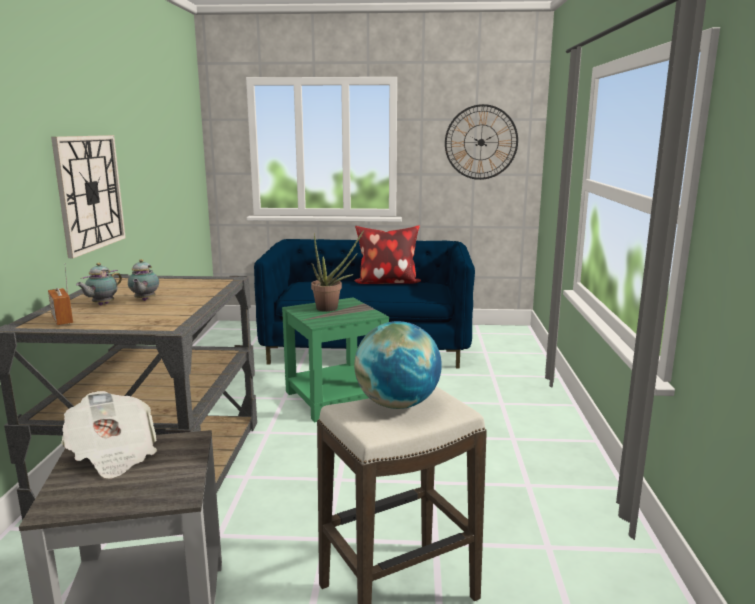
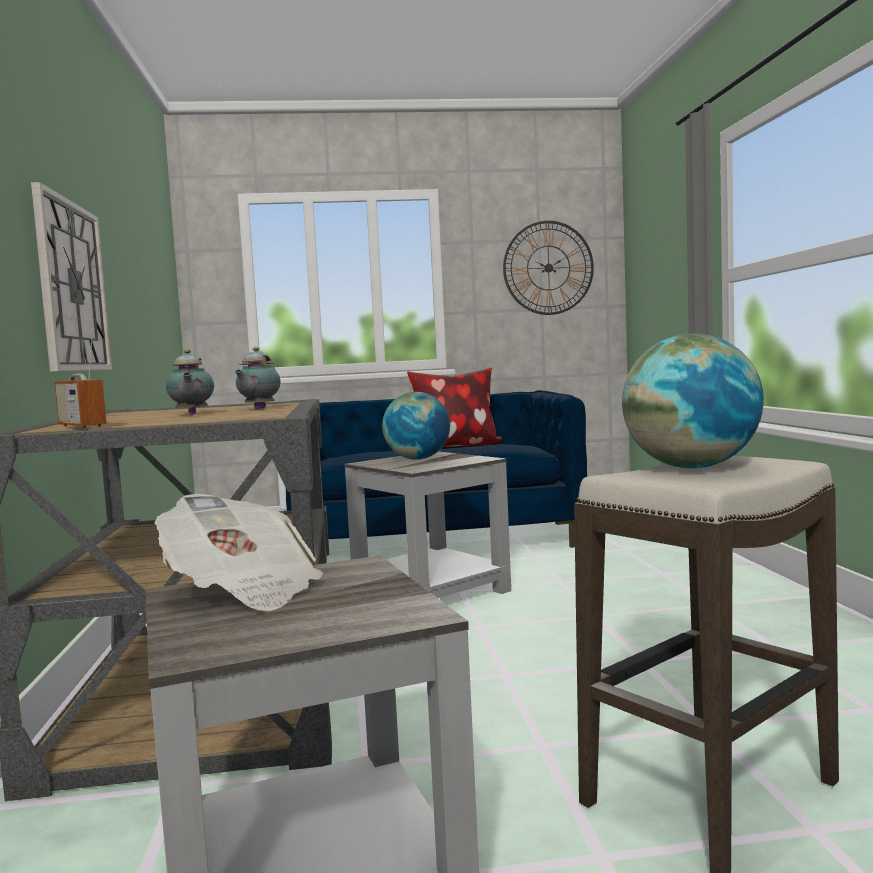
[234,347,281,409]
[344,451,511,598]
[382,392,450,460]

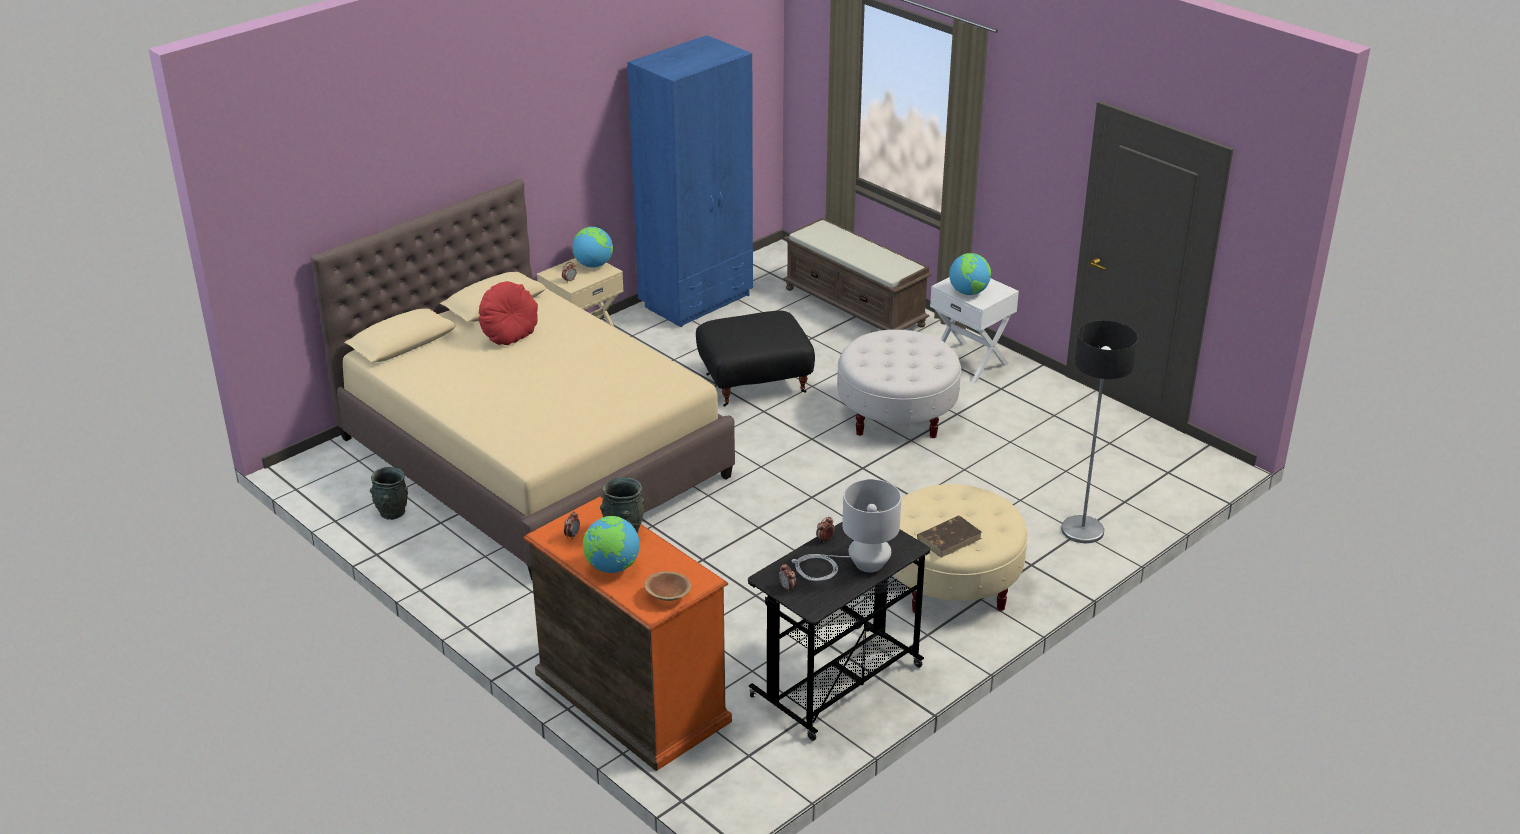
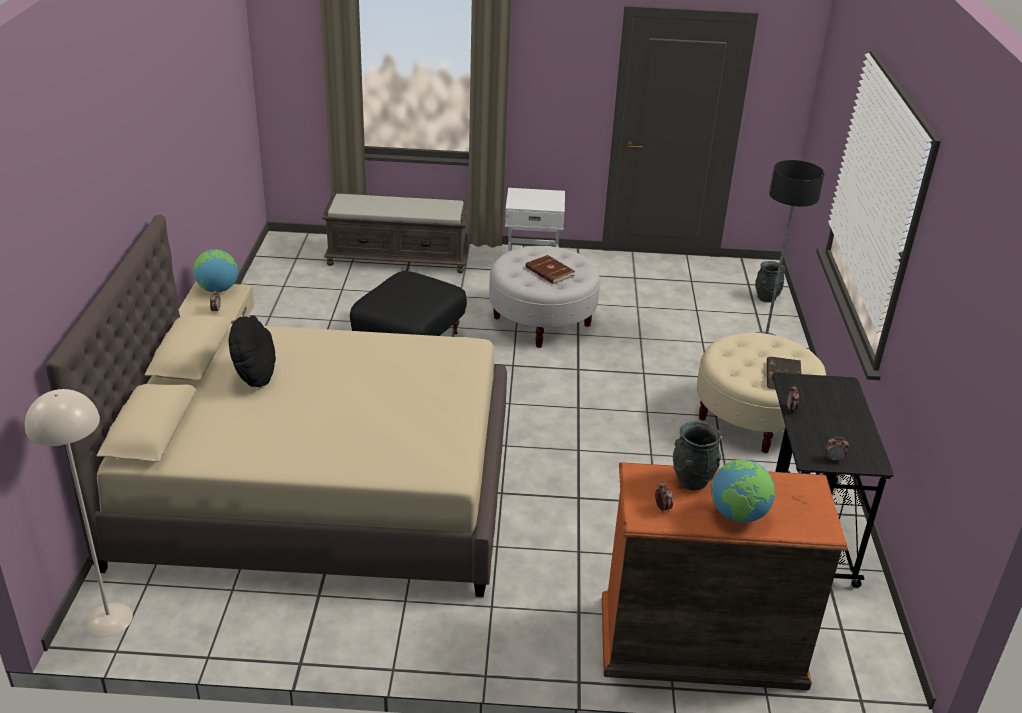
[755,261,785,302]
[229,315,276,387]
[628,35,753,327] (first image)
[644,571,691,601] (first image)
[792,479,901,581] (first image)
[949,253,991,295] (first image)
[25,389,133,637]
[525,255,575,284]

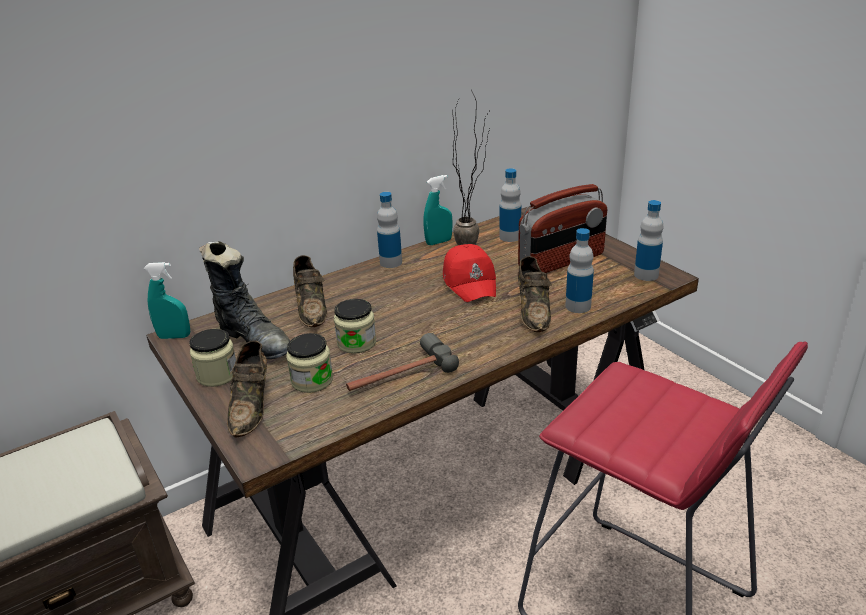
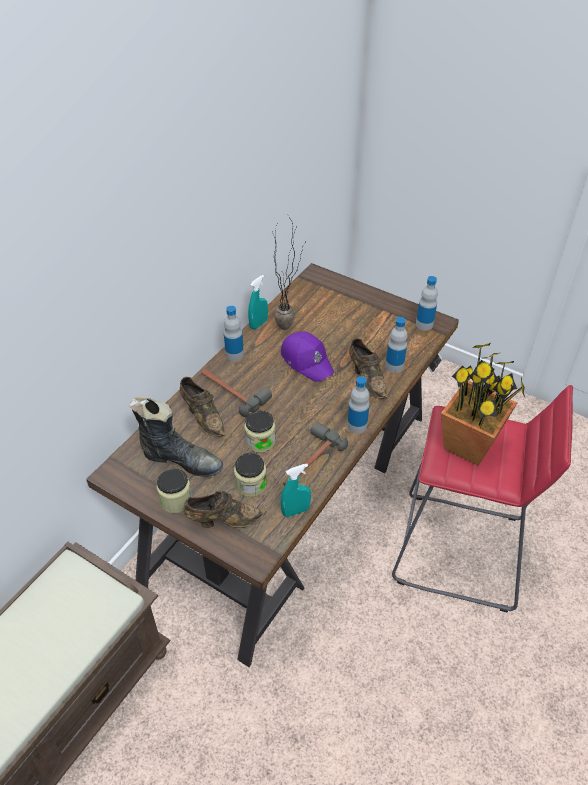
[281,464,311,517]
[183,491,267,528]
[281,331,334,382]
[347,376,370,434]
[518,184,607,273] (first image)
[202,369,272,417]
[441,343,525,466]

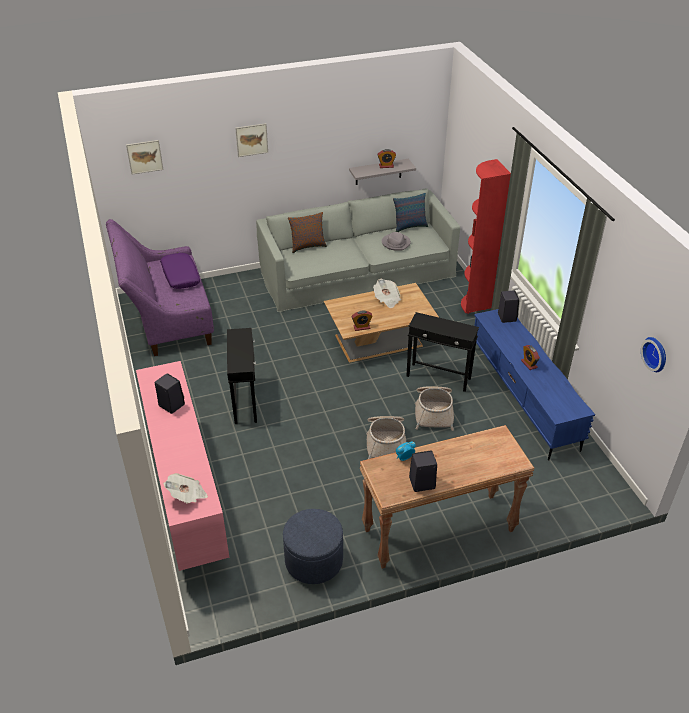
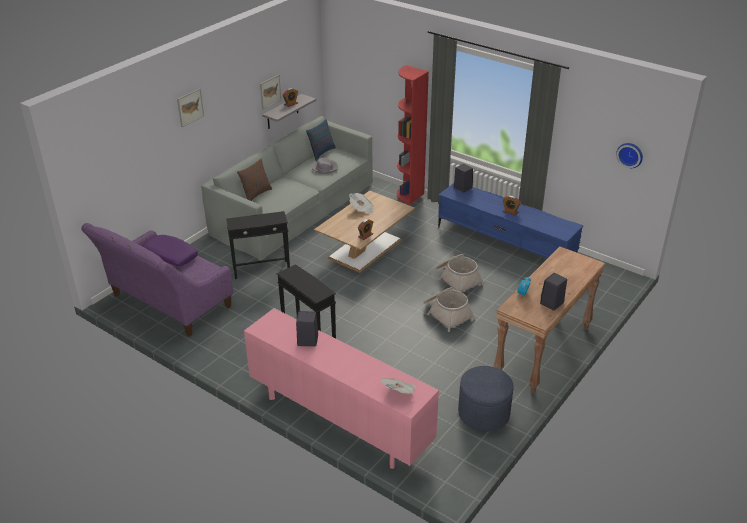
[260,75,281,110]
[226,211,290,279]

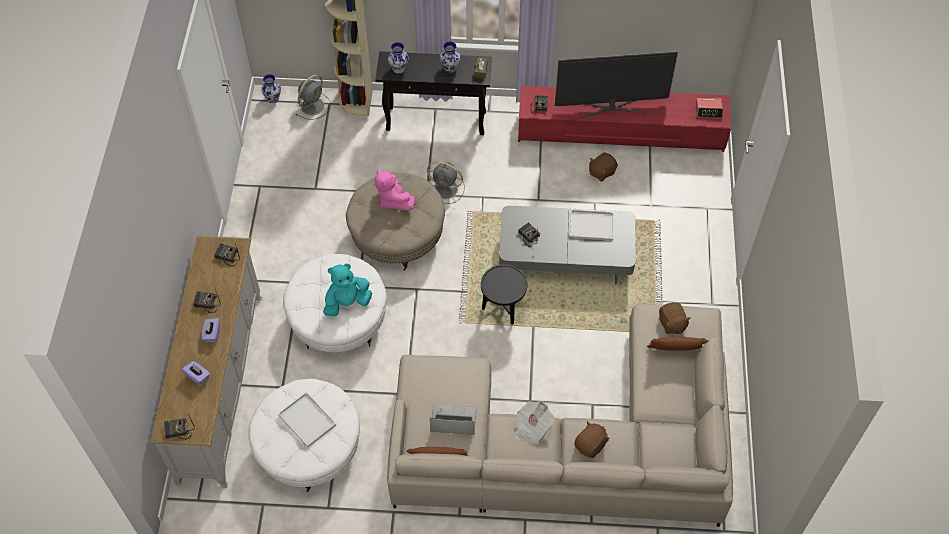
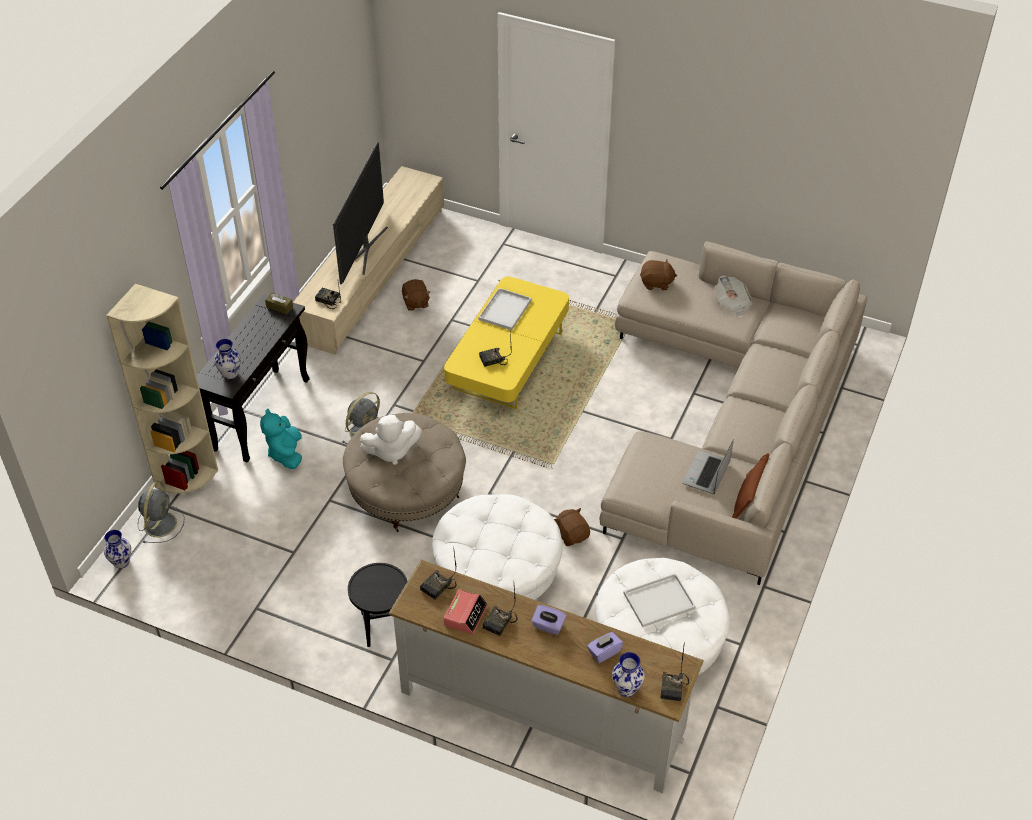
[138,481,185,543]
[260,409,302,469]
[360,415,422,465]
[612,652,645,697]
[348,563,407,647]
[444,277,569,409]
[714,275,753,318]
[293,166,444,355]
[554,508,590,546]
[647,337,708,351] (first image)
[444,589,488,634]

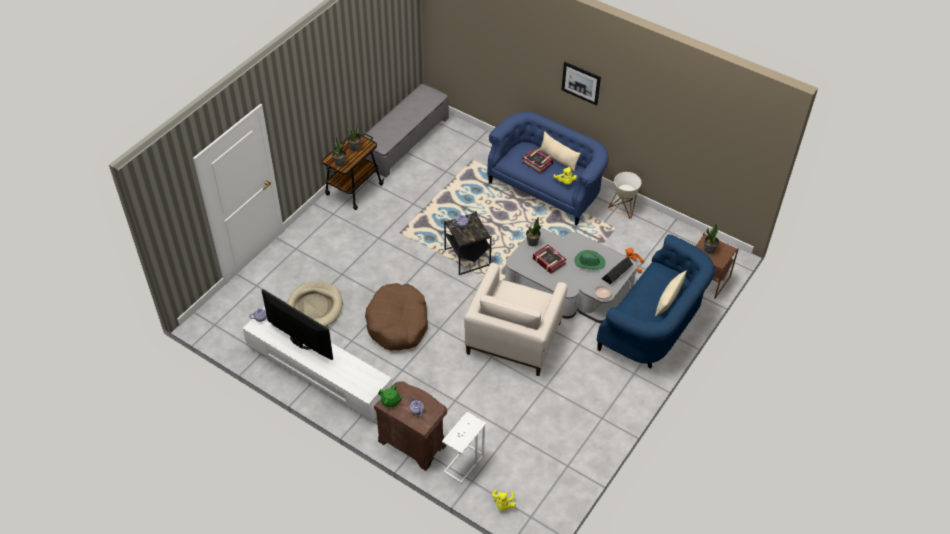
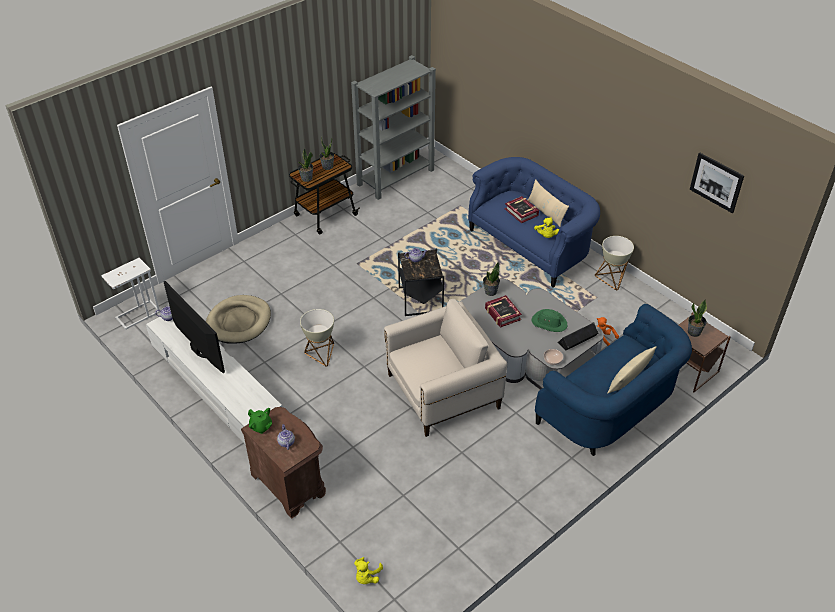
[351,55,436,200]
[300,309,334,367]
[101,258,160,330]
[384,299,507,437]
[690,152,744,213]

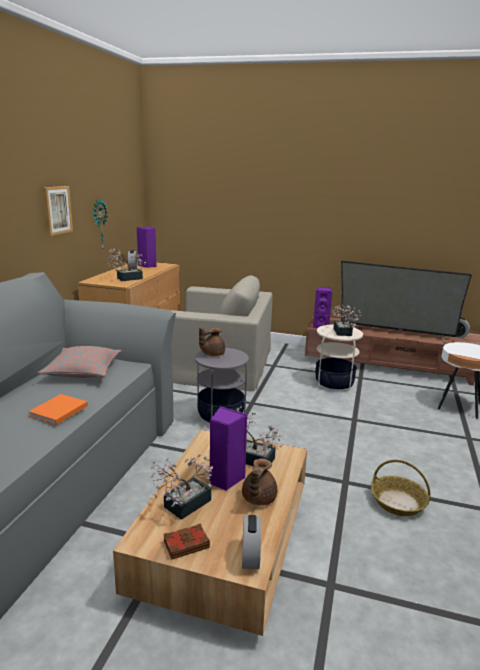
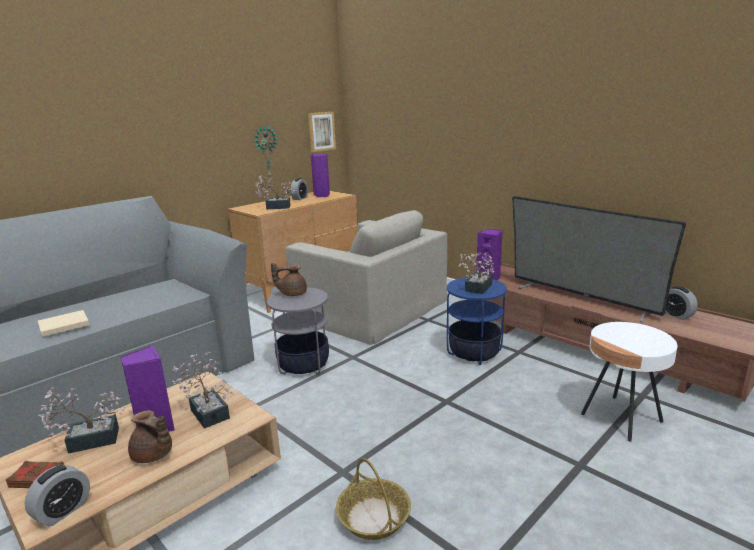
[38,310,89,337]
[38,346,122,378] (first image)
[308,112,336,152]
[128,410,172,463]
[447,277,507,365]

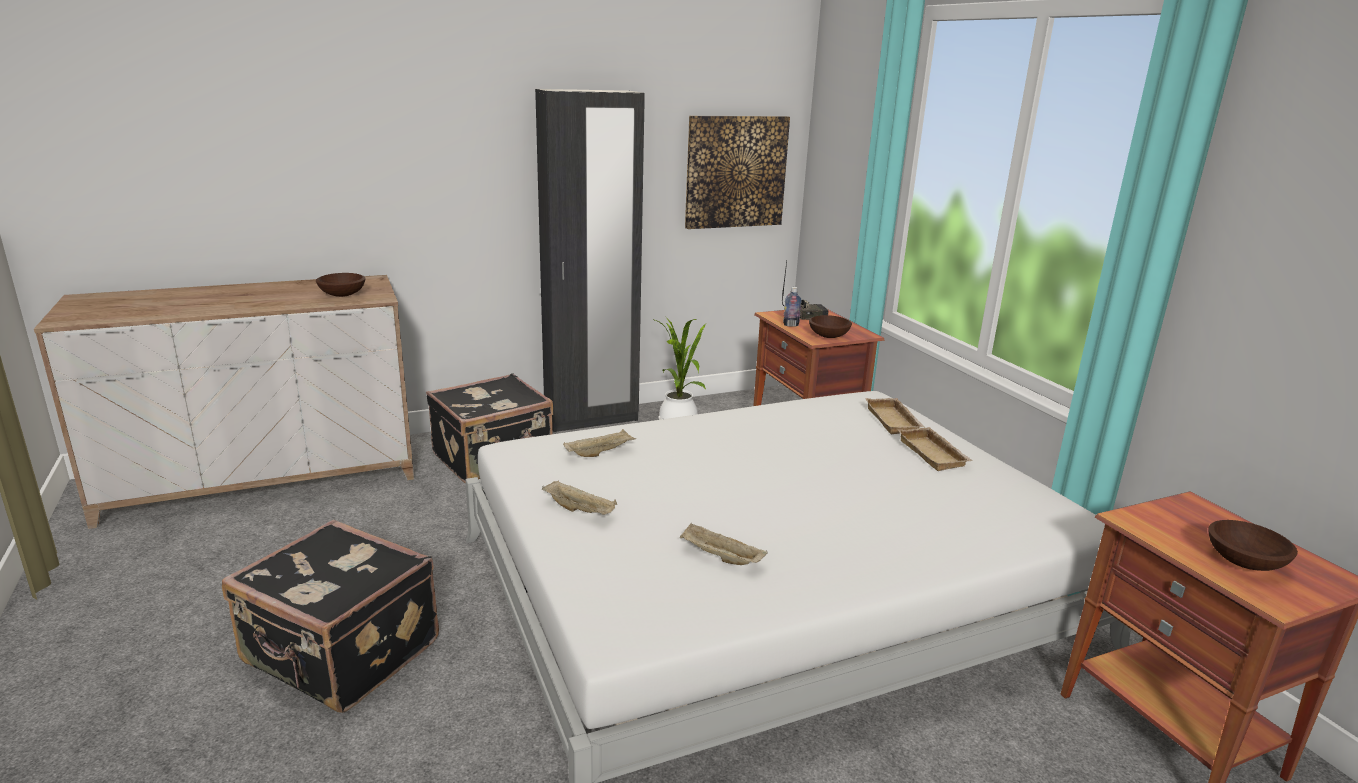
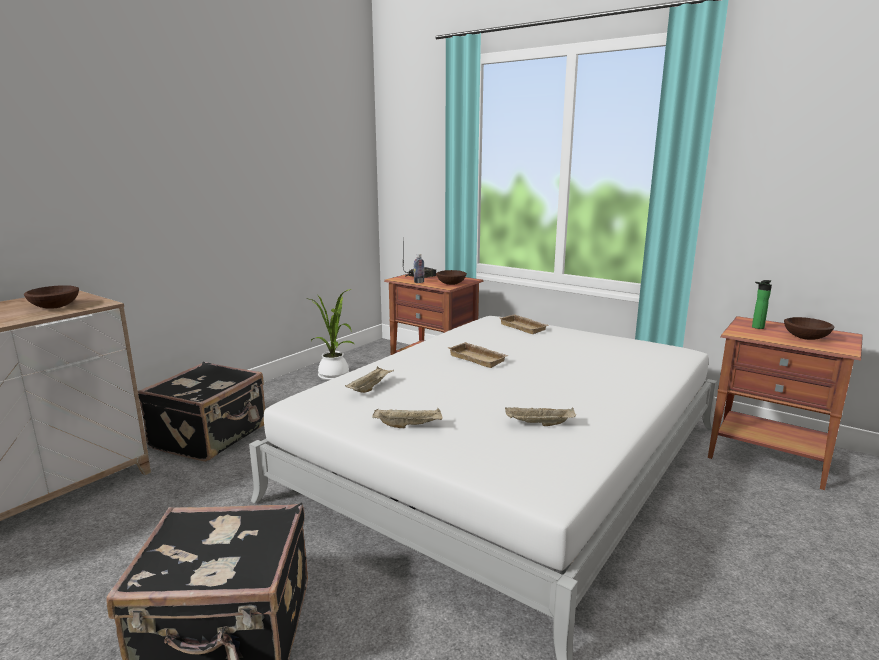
[535,89,645,432] (first image)
[685,116,790,229] (first image)
[448,342,509,368]
[752,280,772,329]

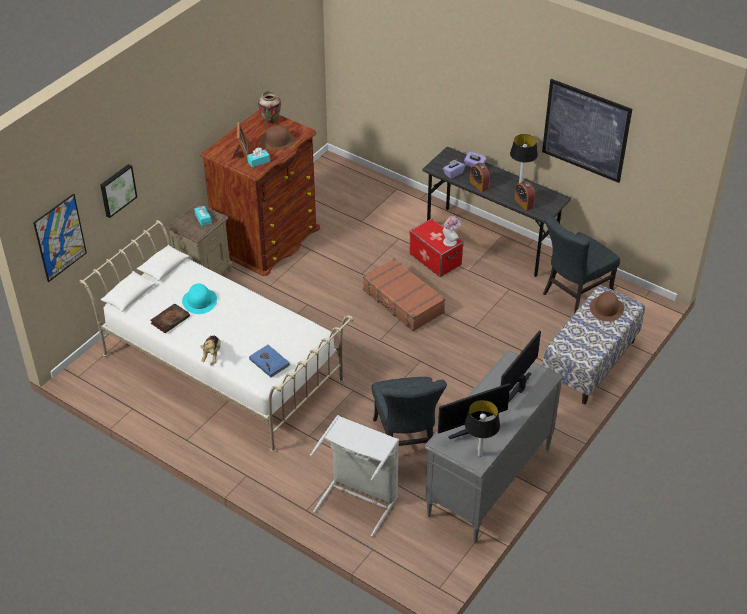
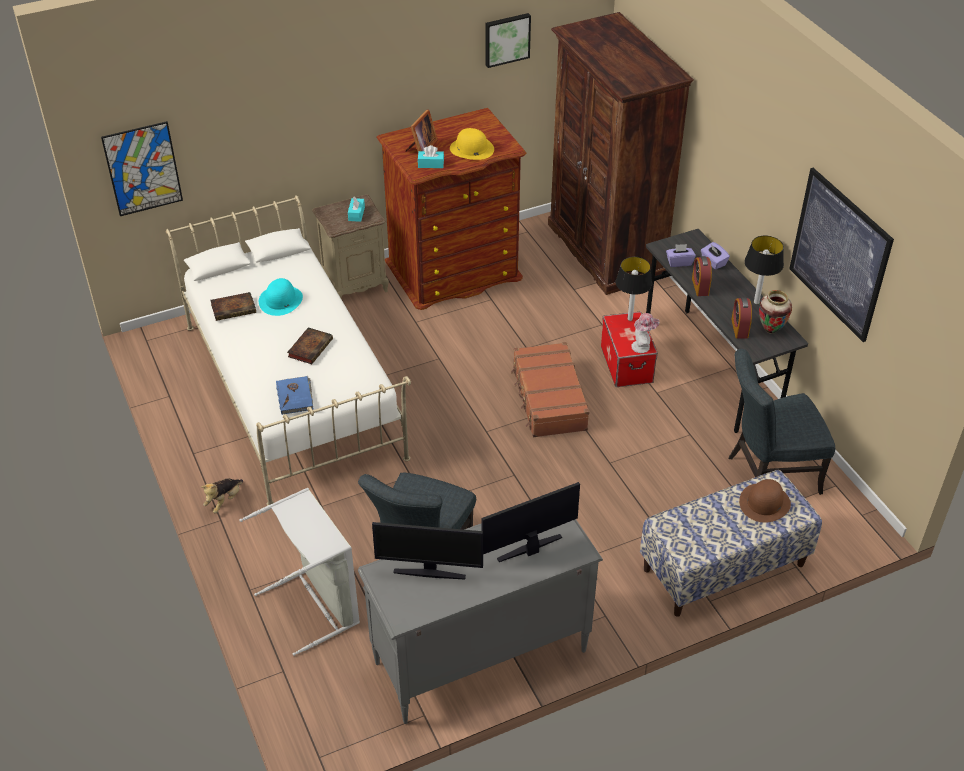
[485,13,531,68]
[201,478,243,513]
[759,290,792,334]
[450,128,494,160]
[616,257,652,321]
[287,327,333,364]
[548,12,694,295]

